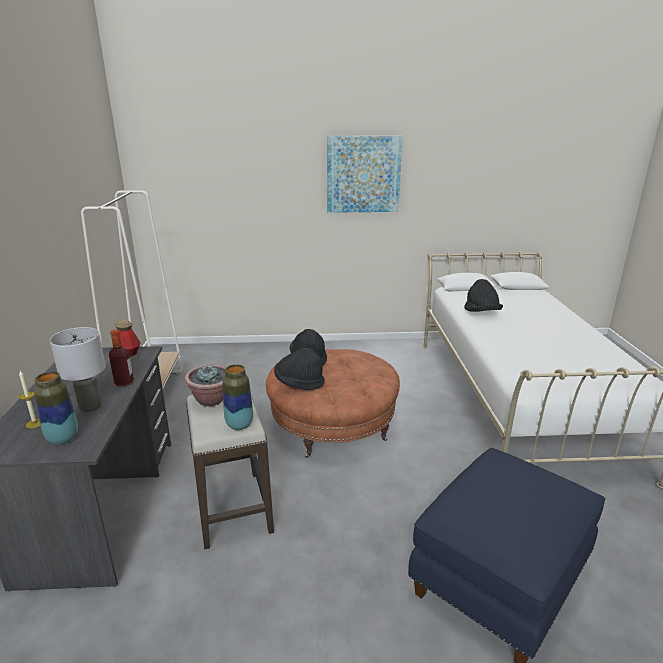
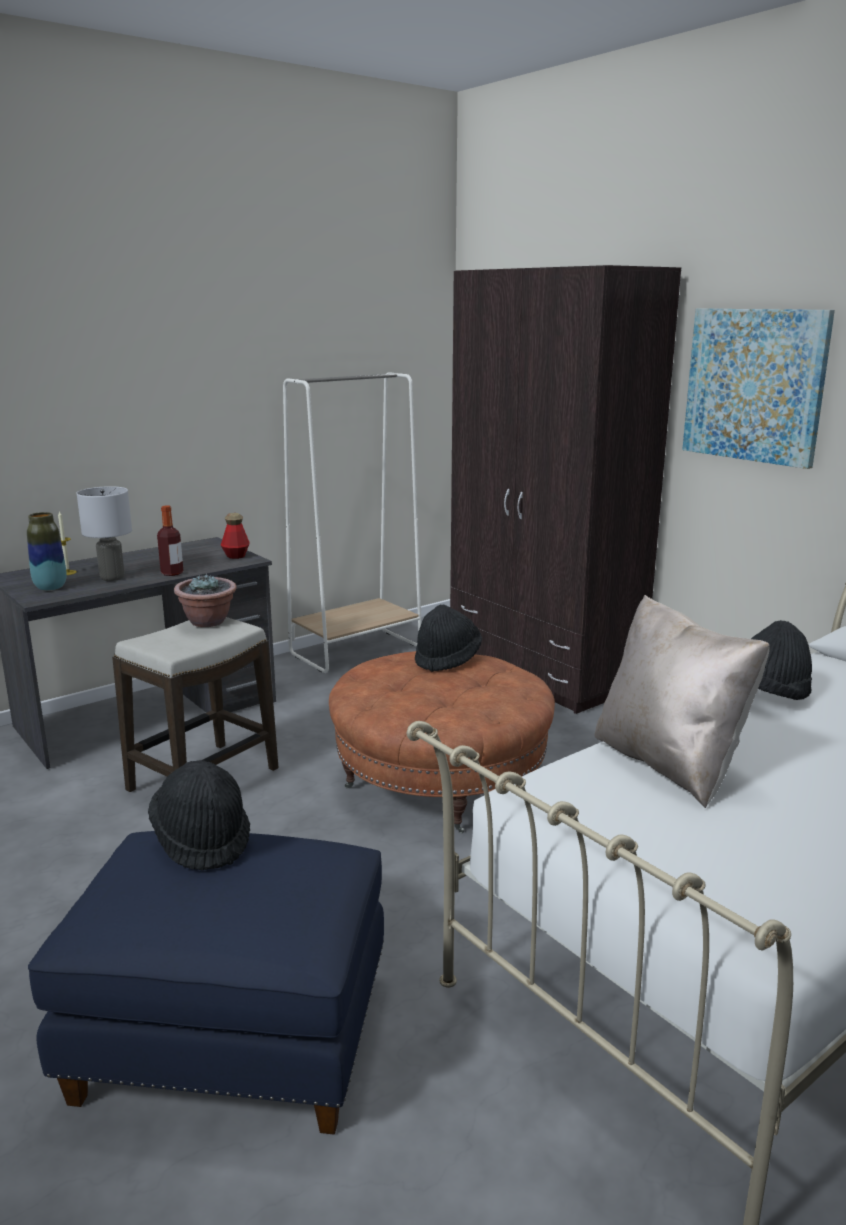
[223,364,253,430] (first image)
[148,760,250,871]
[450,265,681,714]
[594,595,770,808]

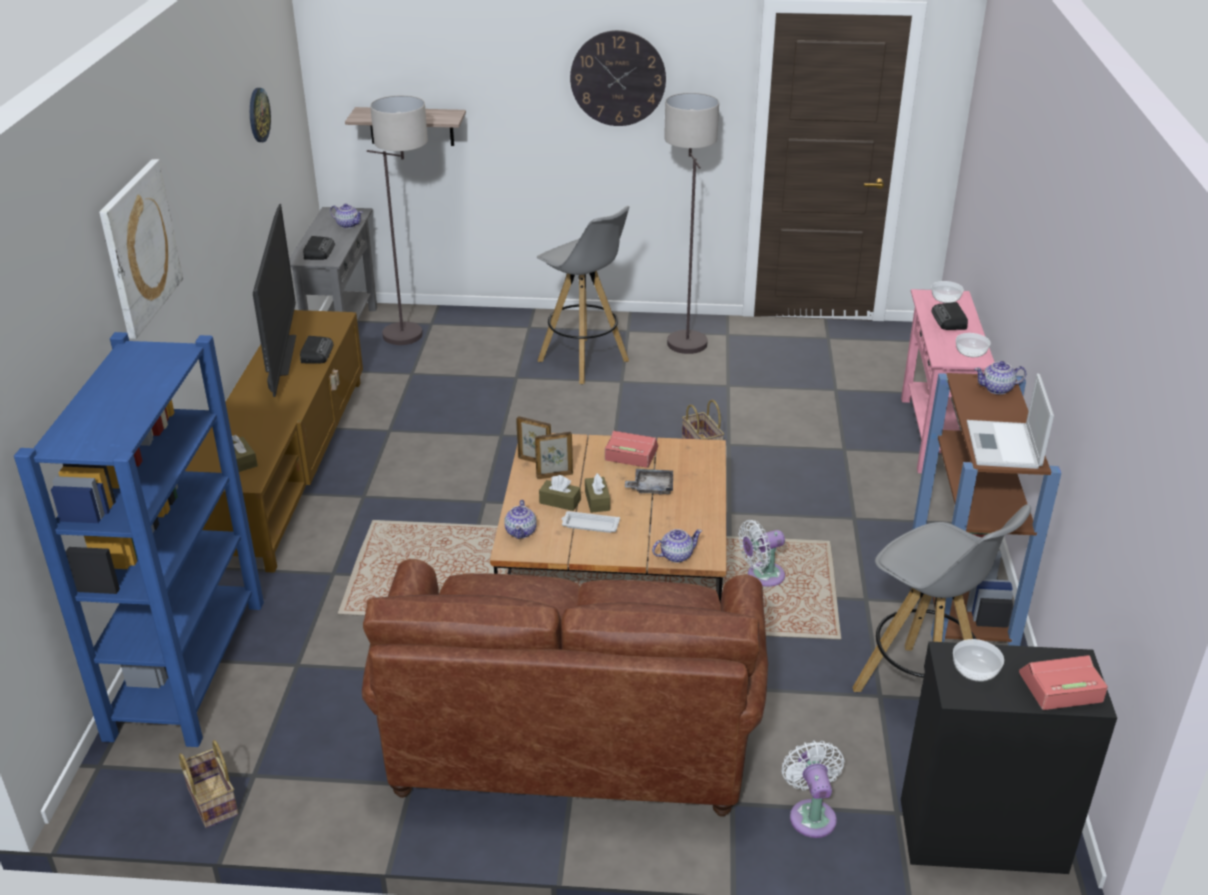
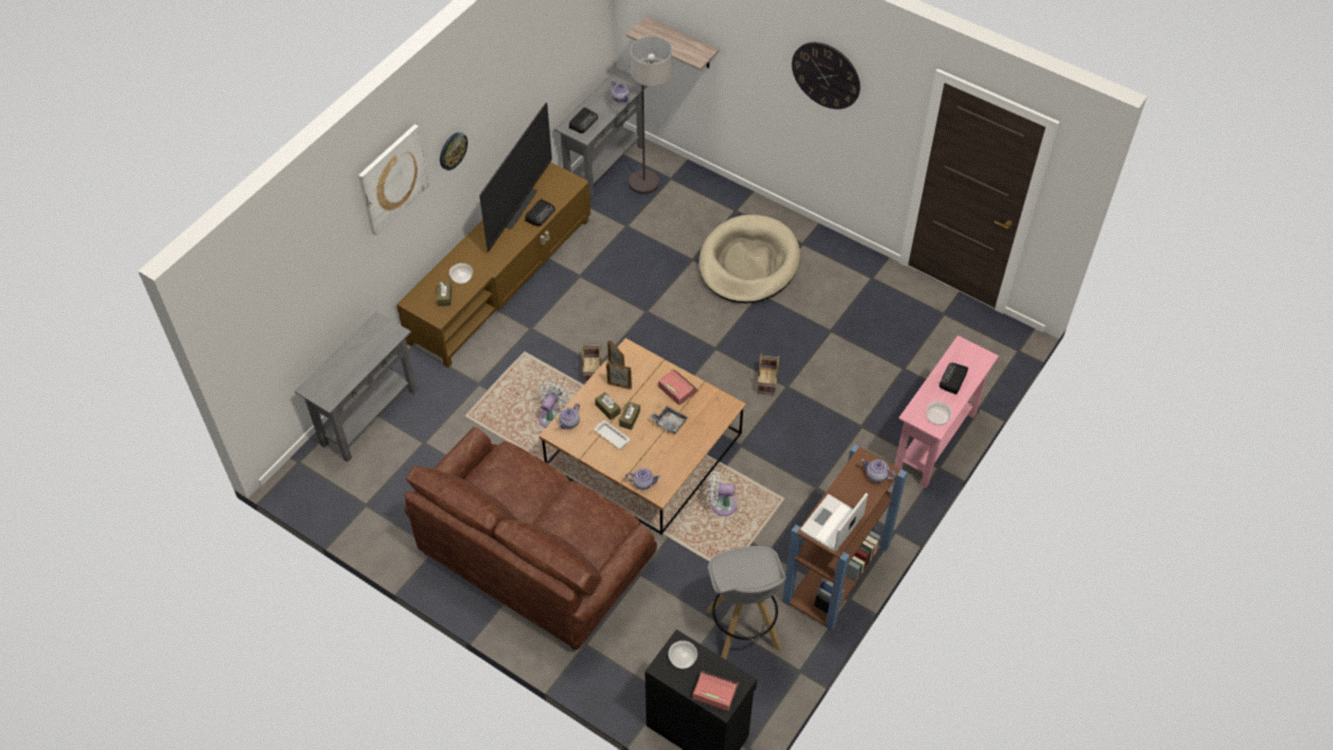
[294,311,417,462]
[581,344,602,383]
[440,132,468,170]
[699,215,800,303]
[664,93,719,354] (first image)
[539,382,570,428]
[449,263,473,284]

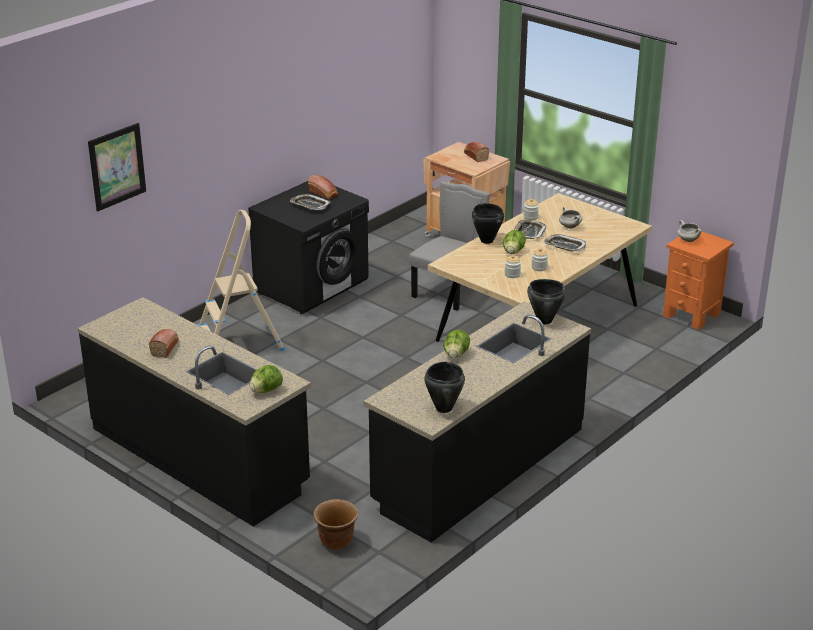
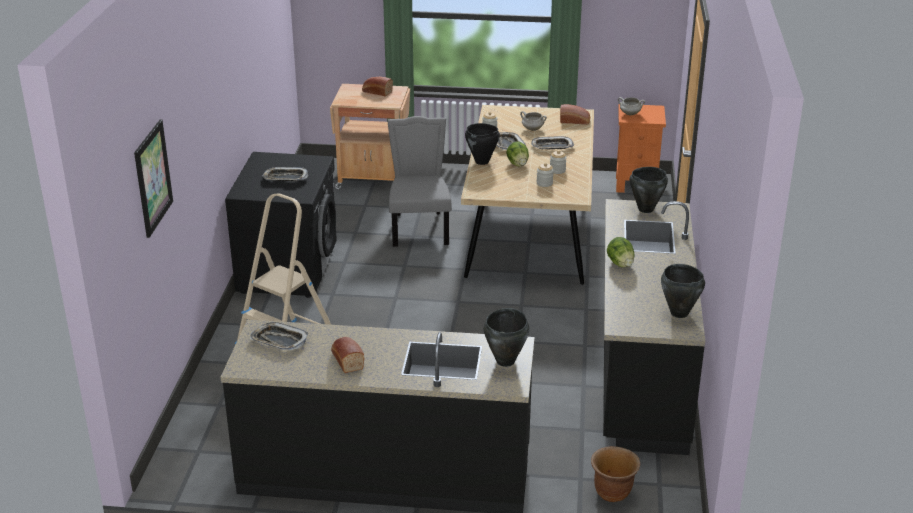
[483,308,529,367]
[560,104,590,125]
[250,322,309,350]

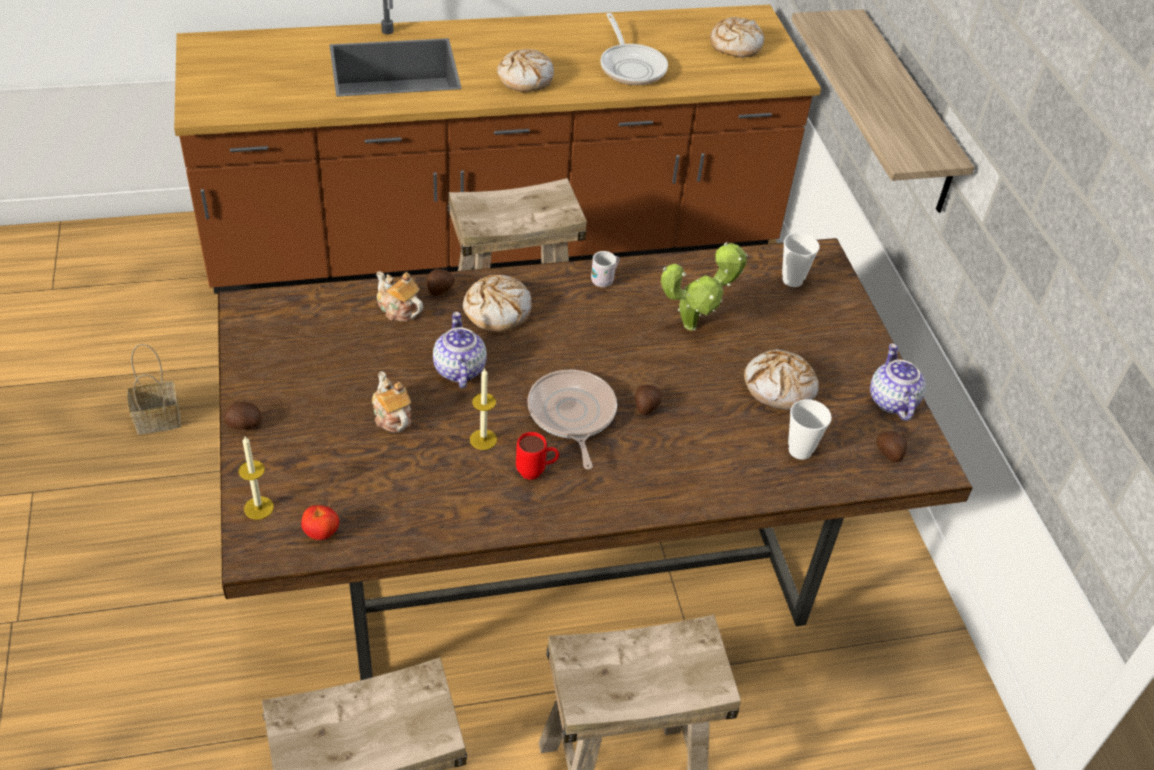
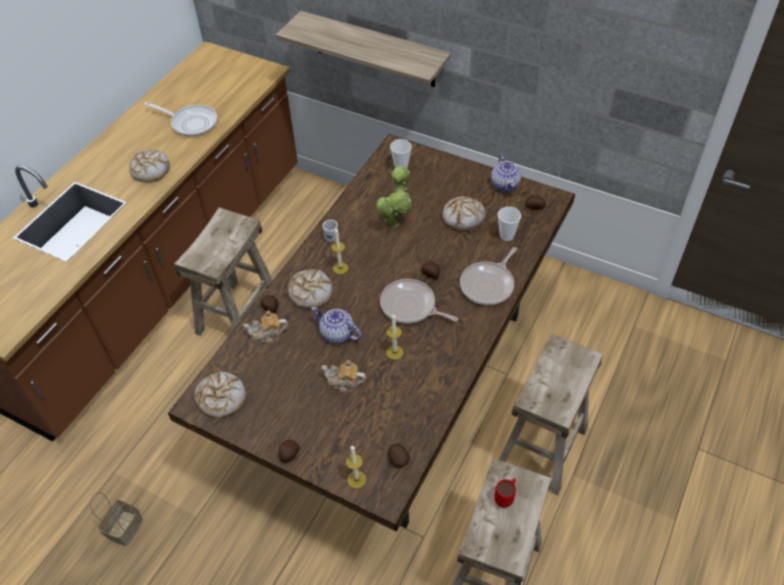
[388,444,410,468]
[494,478,516,507]
[194,371,246,418]
[491,155,521,193]
[331,228,348,274]
[460,247,517,305]

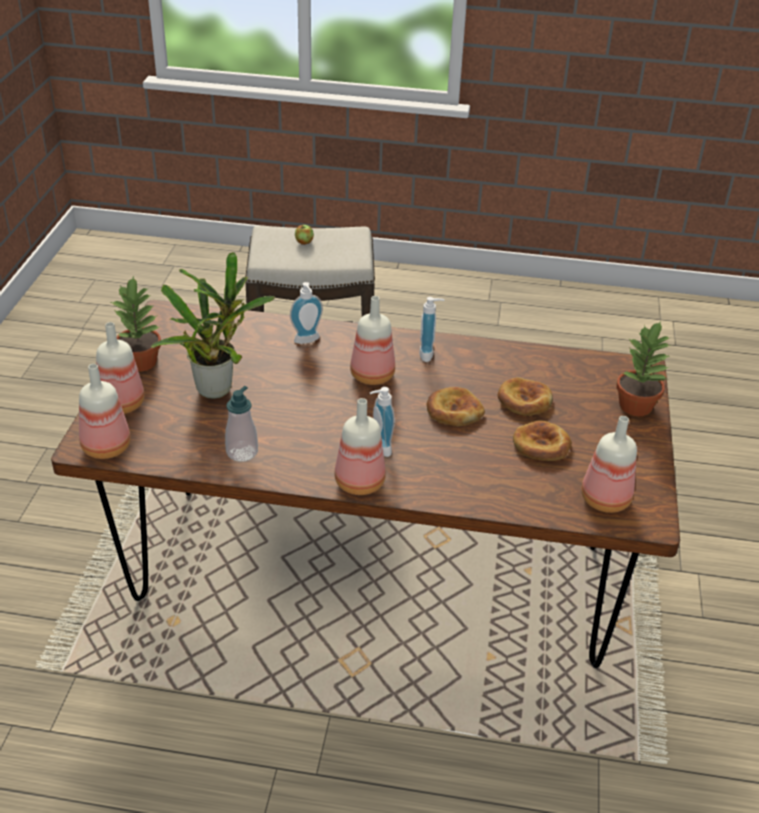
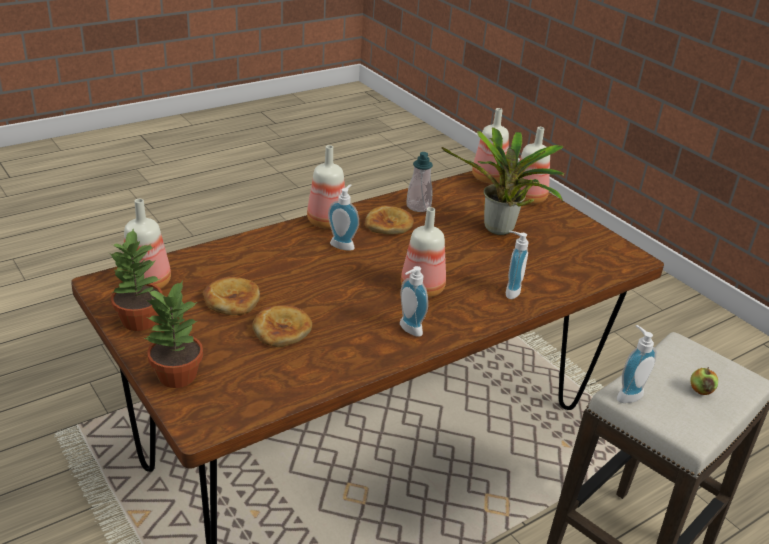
[109,229,162,331]
[365,205,414,234]
[617,325,657,403]

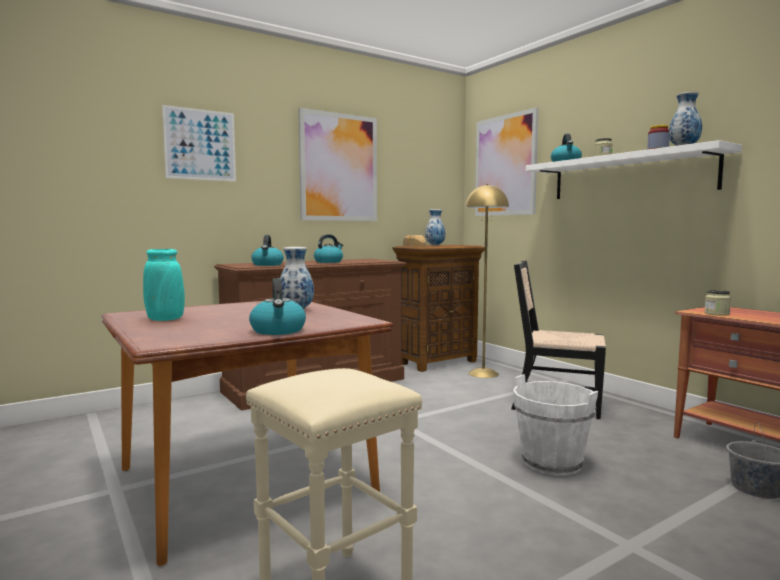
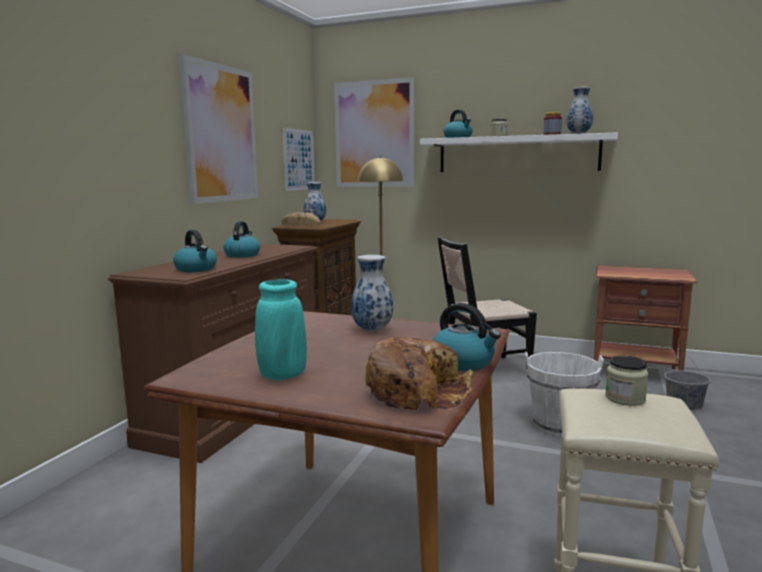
[283,128,314,191]
[605,356,648,406]
[366,337,473,410]

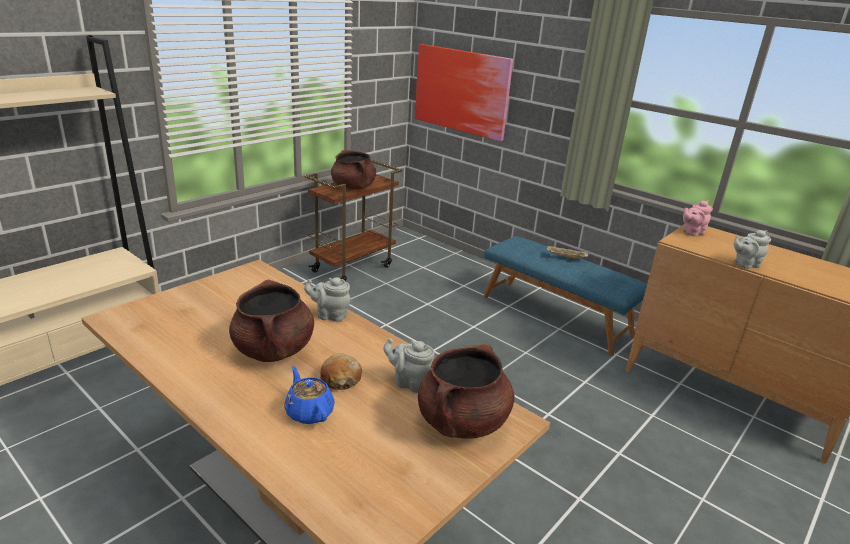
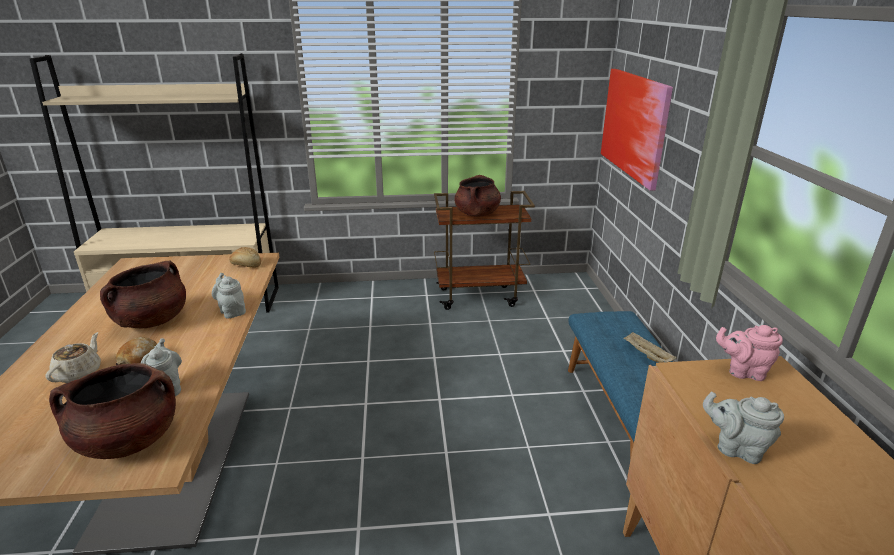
[45,332,101,383]
[229,247,261,268]

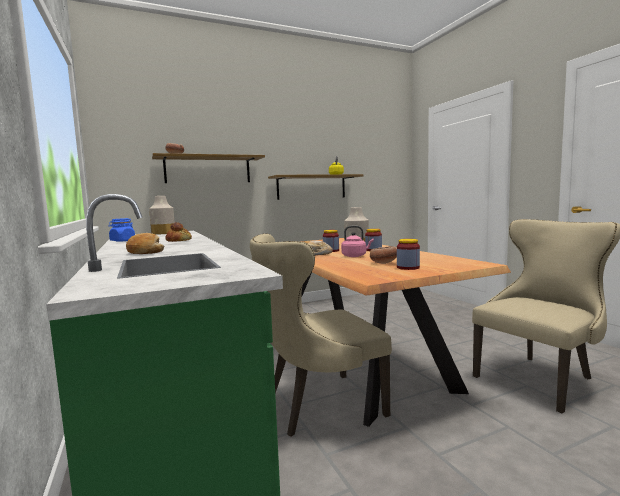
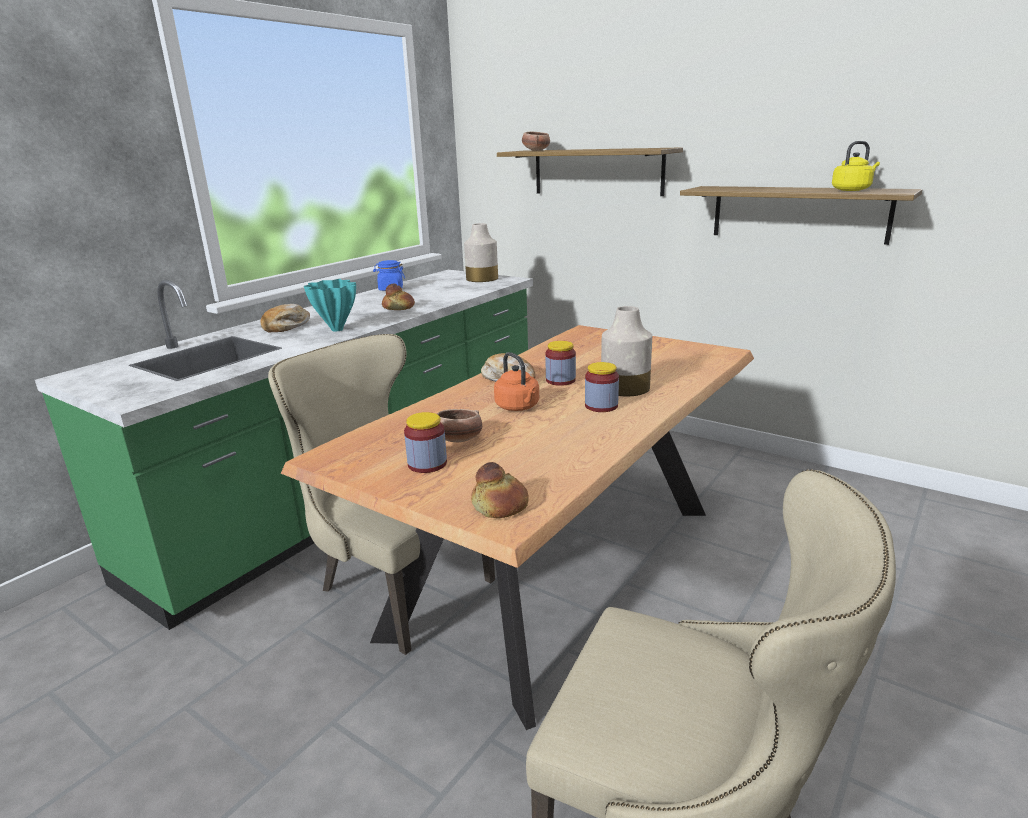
[494,352,539,411]
[304,279,356,332]
[471,462,529,518]

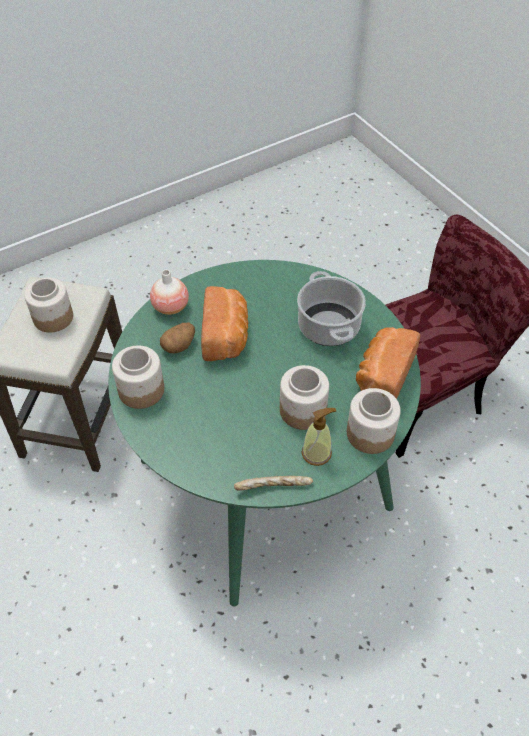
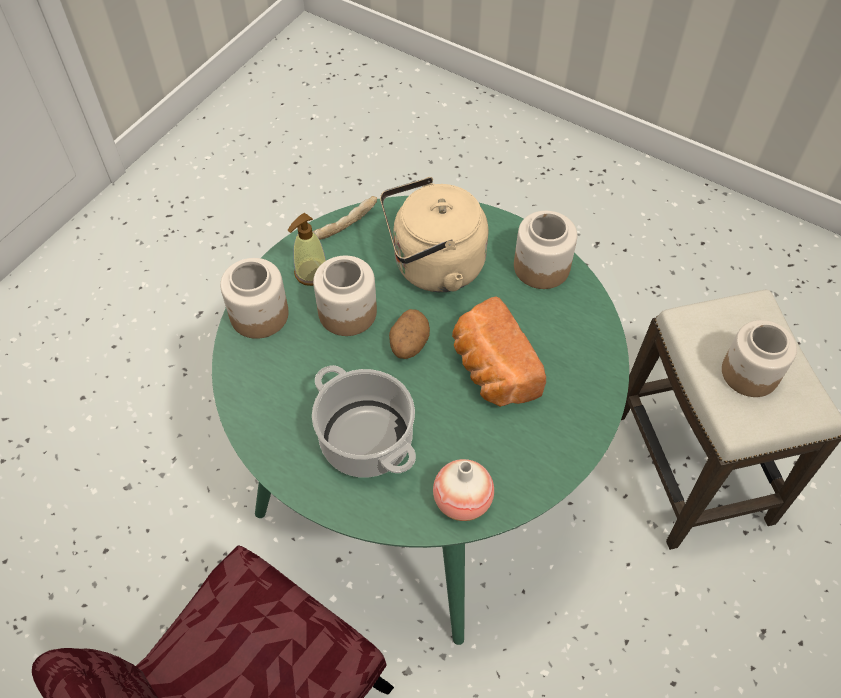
[433,459,494,521]
[389,309,430,359]
[356,327,420,399] (first image)
[380,177,488,292]

